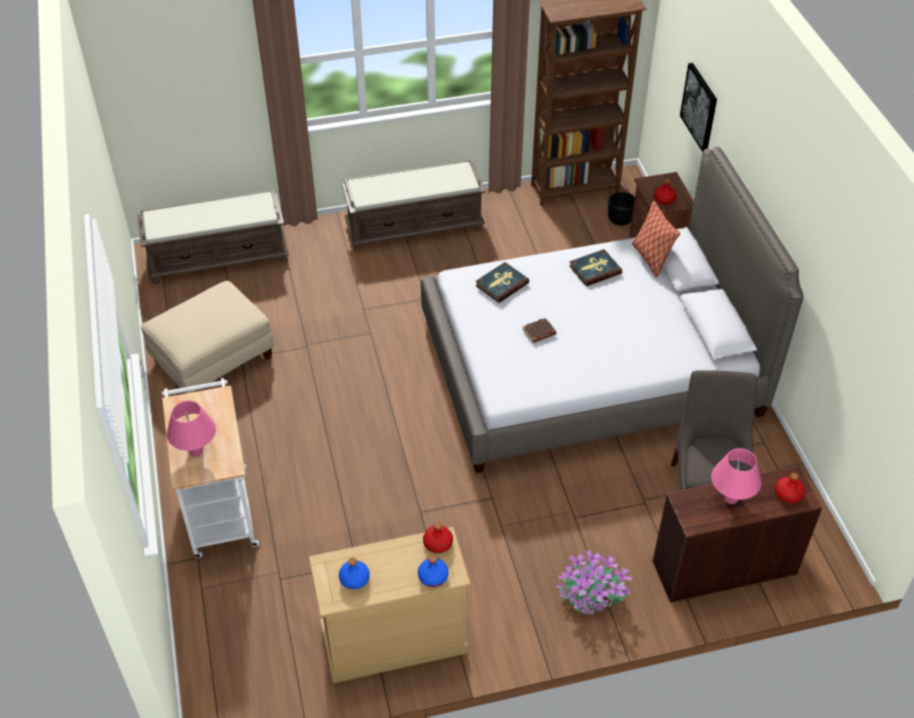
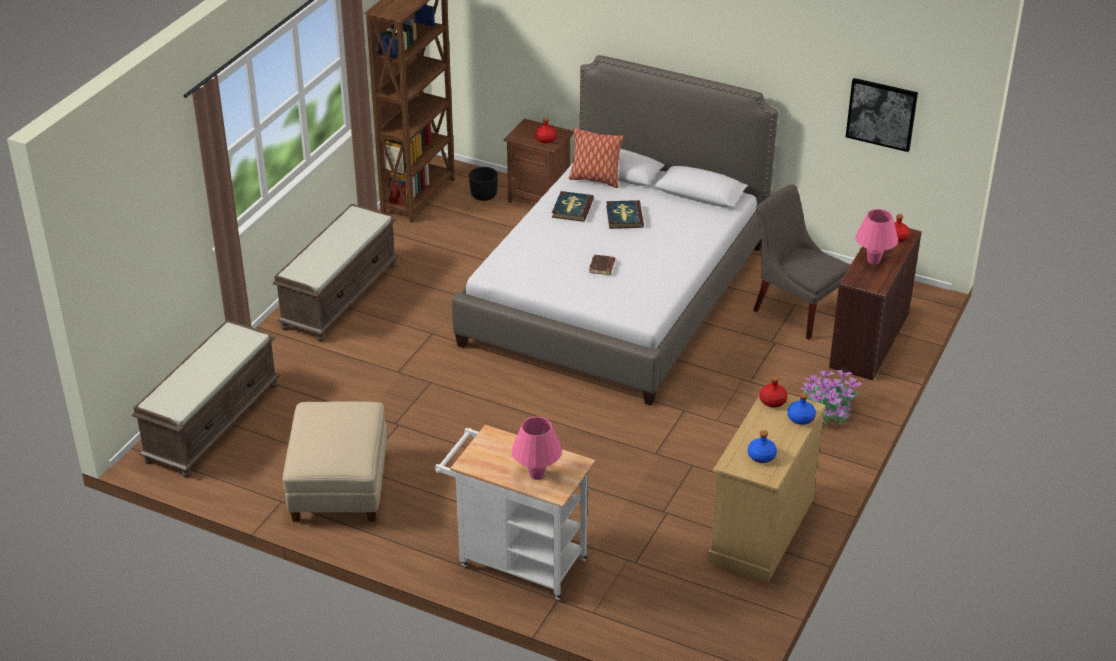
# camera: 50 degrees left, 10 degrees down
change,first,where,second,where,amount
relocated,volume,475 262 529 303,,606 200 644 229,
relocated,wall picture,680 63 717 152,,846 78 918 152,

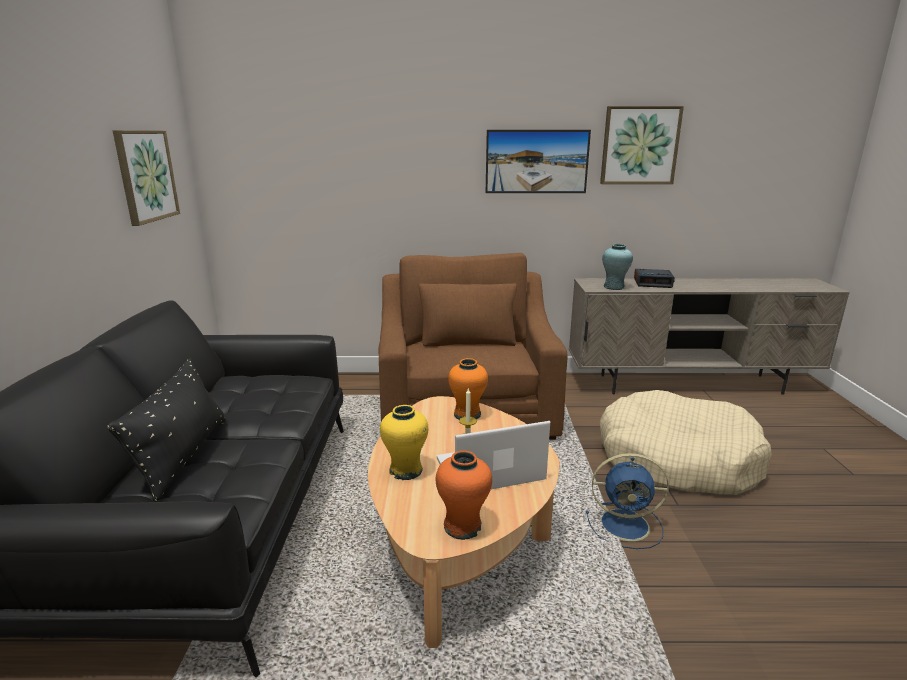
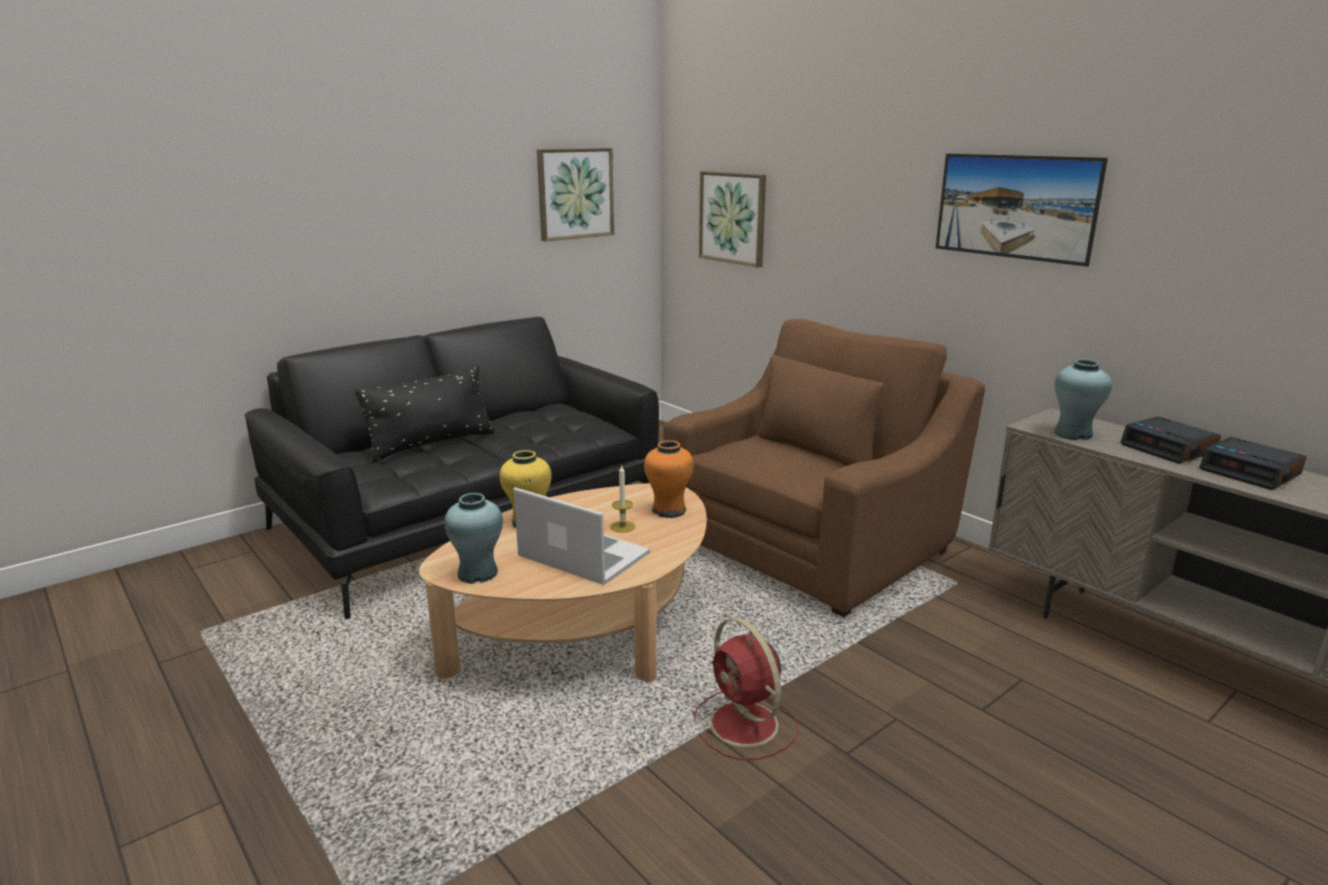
# camera: 50 degrees right, 0 degrees up
change,first,where,second,where,amount
colour,orange-coloured vase,435 451 492 540,blue-green vase,444 493 503 584,
colour,bluish electric fan,586 453 669 549,red electric fan,694 617 799 760,
relocated,wall picture,600 106 684 184,,699 171 766 267,
missing,beige-coloured dog cushion,600 390 772 495,,,
appeared,,,alarm clock,1200 437 1307 490,

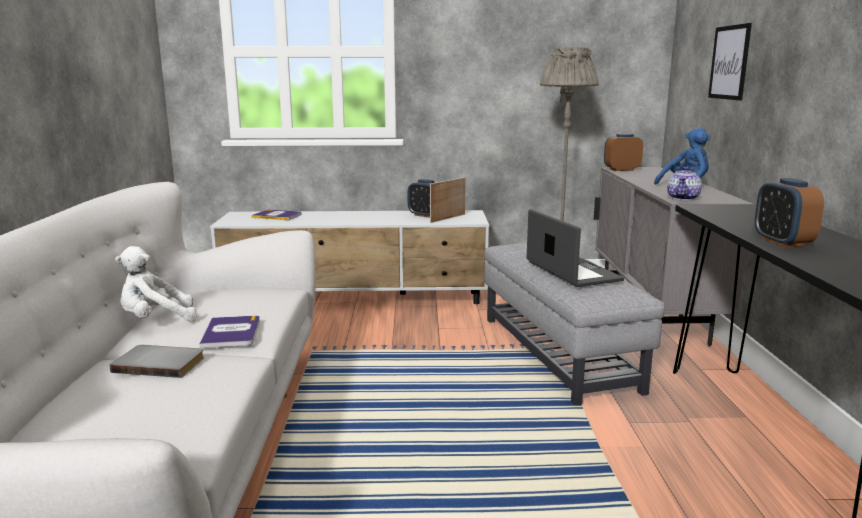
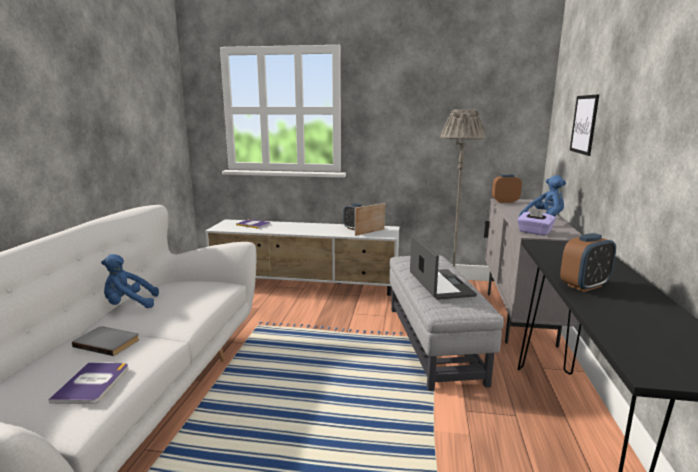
# camera: 10 degrees right, 0 degrees up
change,first,where,second,where,amount
colour,white plush toy,115 246 197 322,bluish plush toy,101 254 159 308,
relocated,volume,199 316 260 348,,48 362 128 404,
exchanged,tea pot,667 167 702 200,purple tissue holder,517 208 556 236,
spun,alarm clock,755 178 824 247,,560 233 616 292,120 degrees counterclockwise

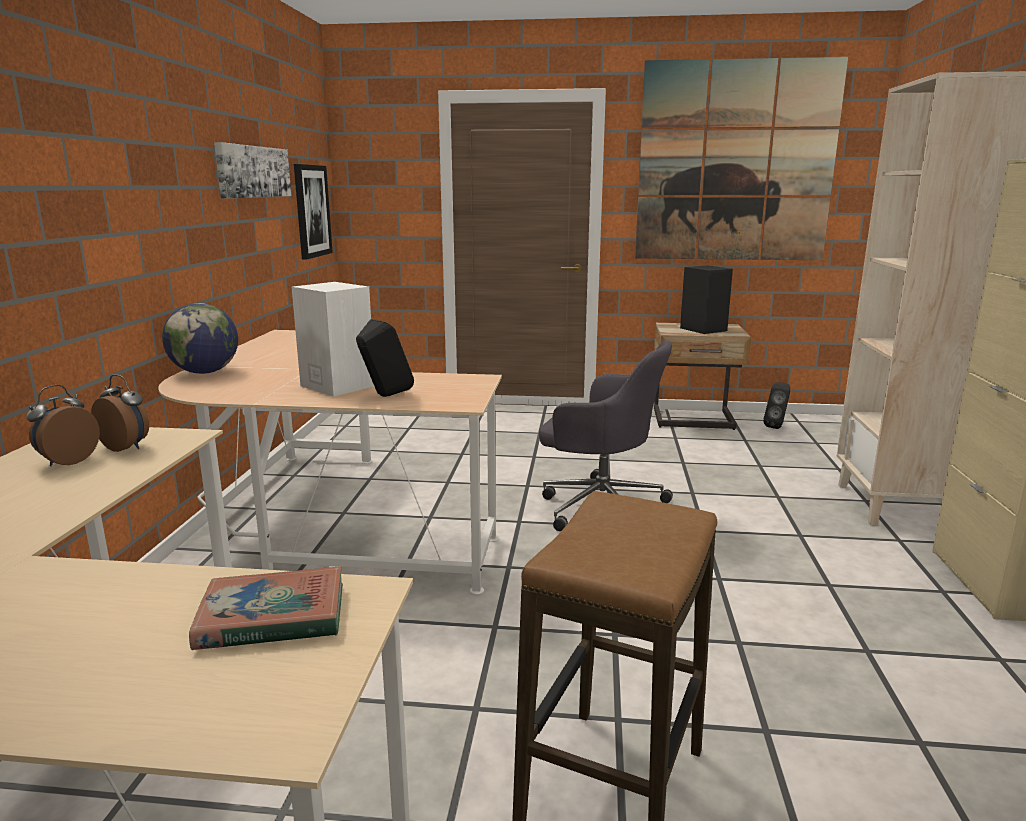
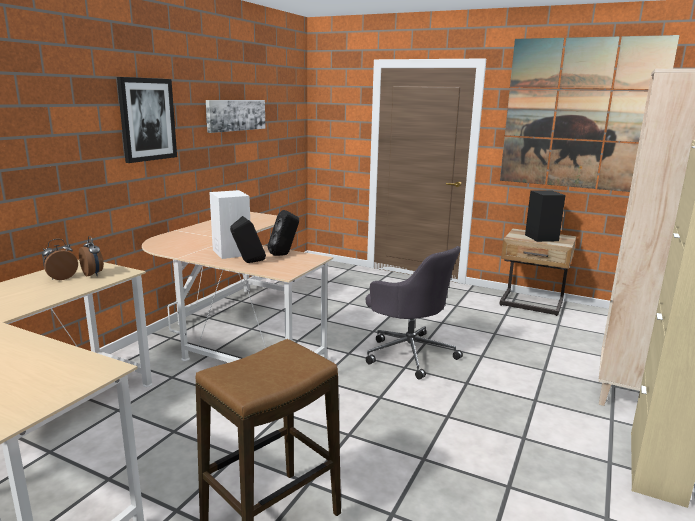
# camera: 20 degrees right, 0 degrees up
change,first,where,second,where,amount
missing,world globe,162 303 238 374,,,
missing,volume,189 566 343 650,,,
relocated,wall picture,294 164 333 260,,117 77 177 163,
relocated,black audio speaker,763 382 790 429,,268 210 299 256,

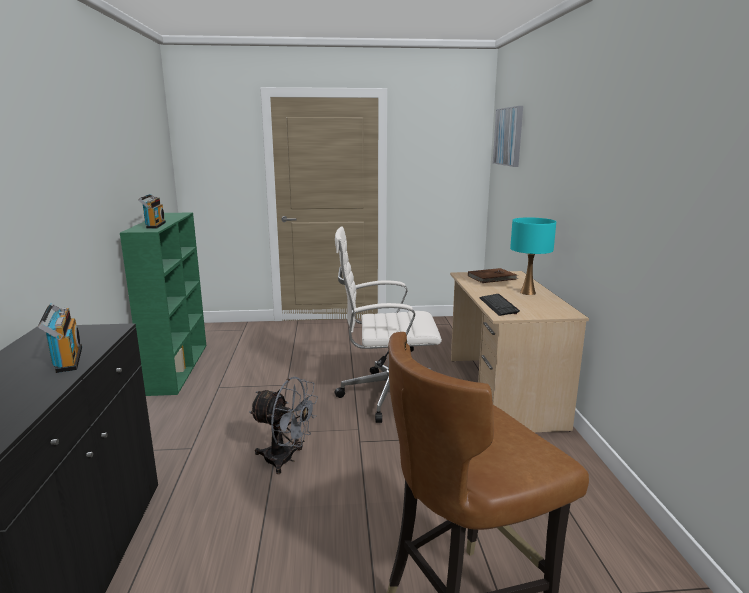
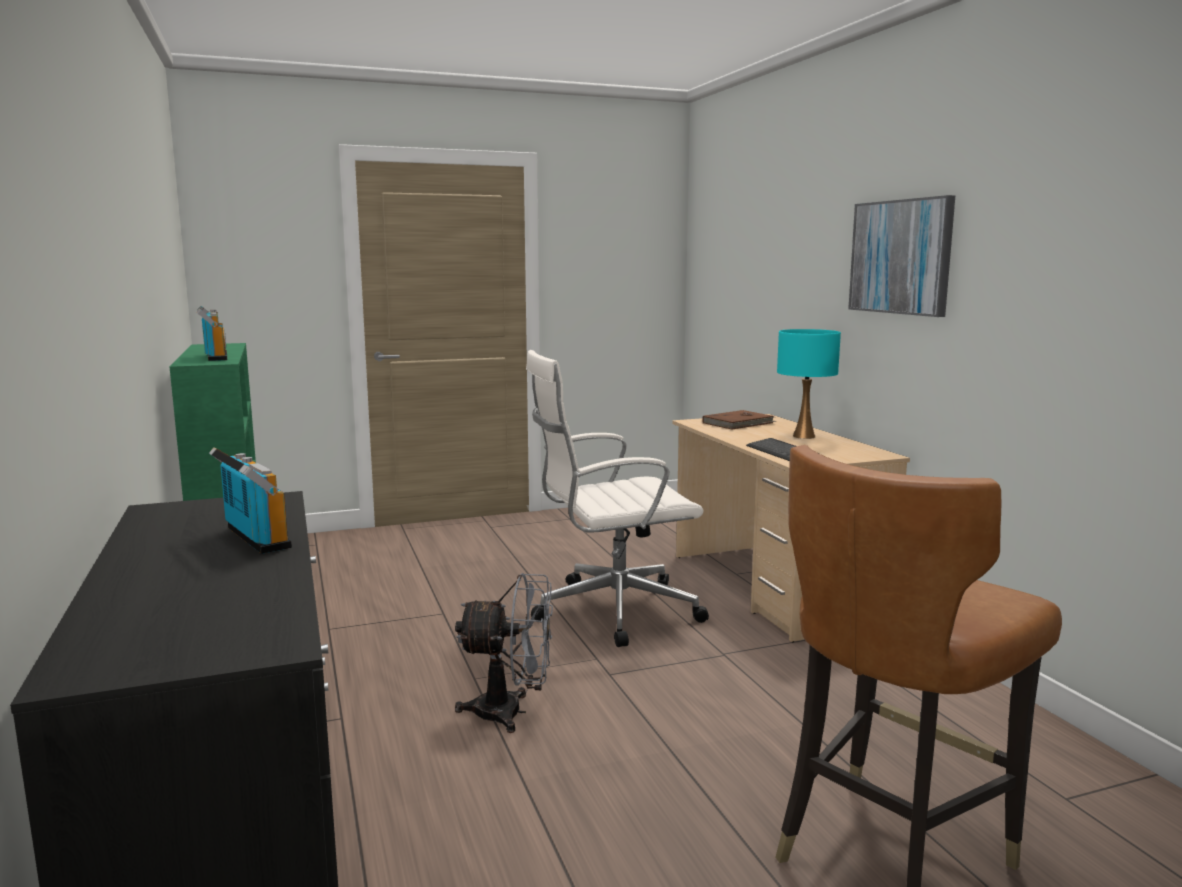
# camera: 15 degrees left, 5 degrees down
change,first,where,second,where,amount
relocated,wall picture,493 106 523 167,,848 195 955 317,

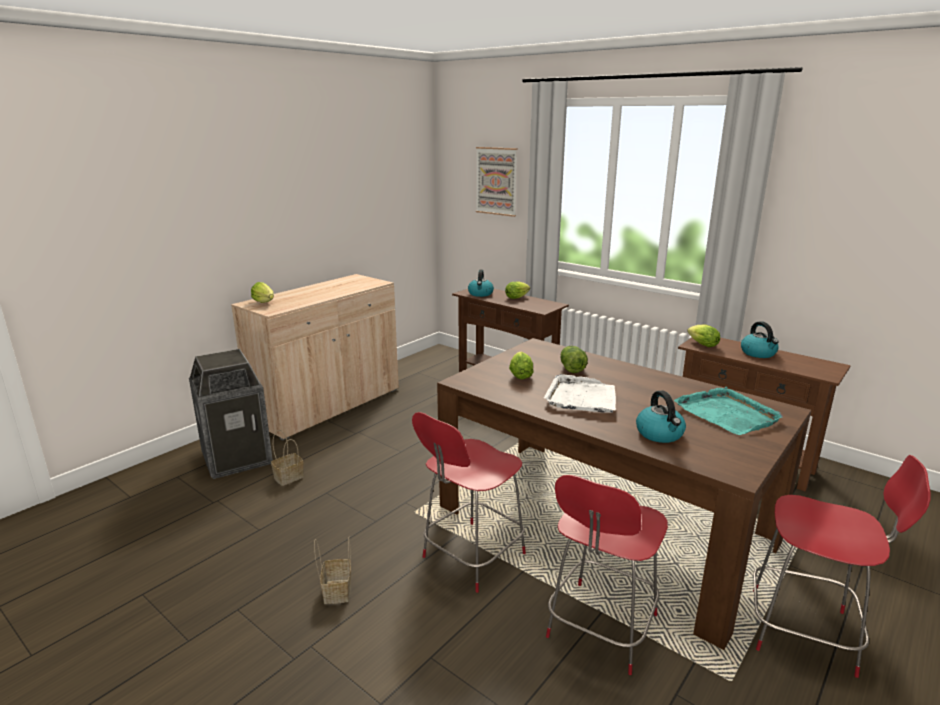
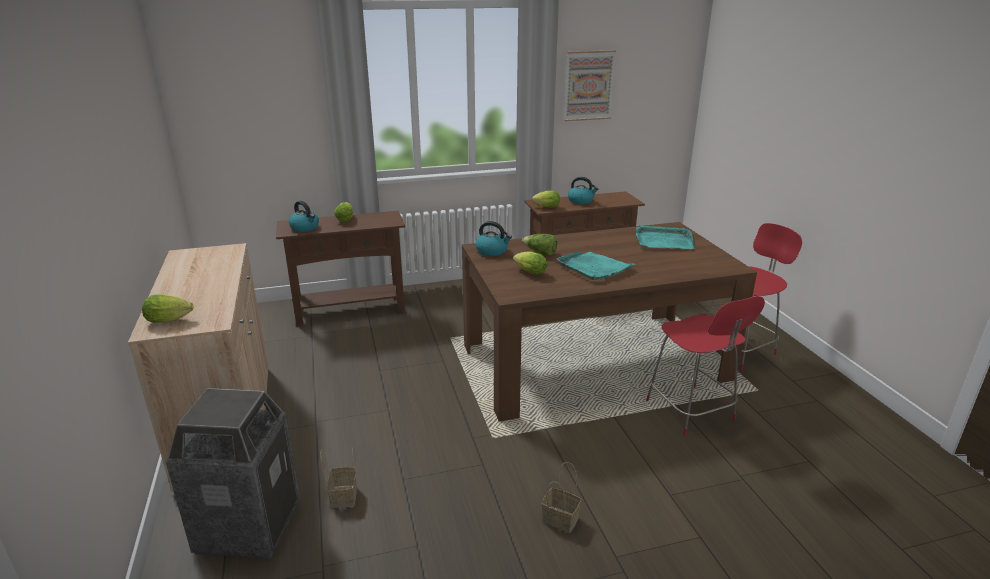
# camera: 55 degrees left, 5 degrees up
change,first,where,second,where,amount
missing,red upright chair,412 412 526 593,,,
relocated,wall picture,476 147 518 217,,564 50 616 121,
colour,white tray,544 374 616 413,blue-green tray,557 252 635 280,
relocated,water kettle,636 391 686 443,,475 221 512 256,

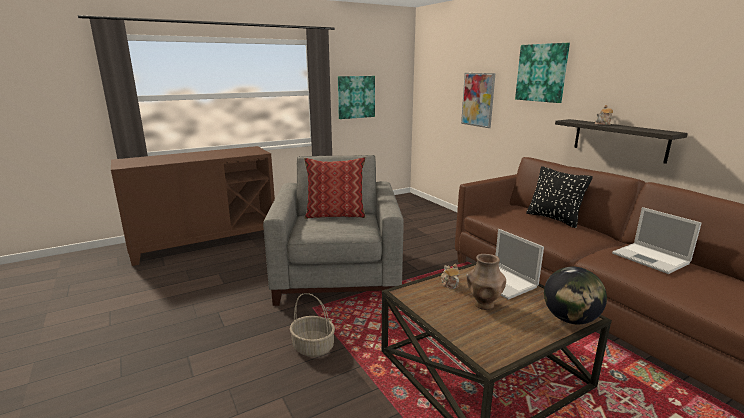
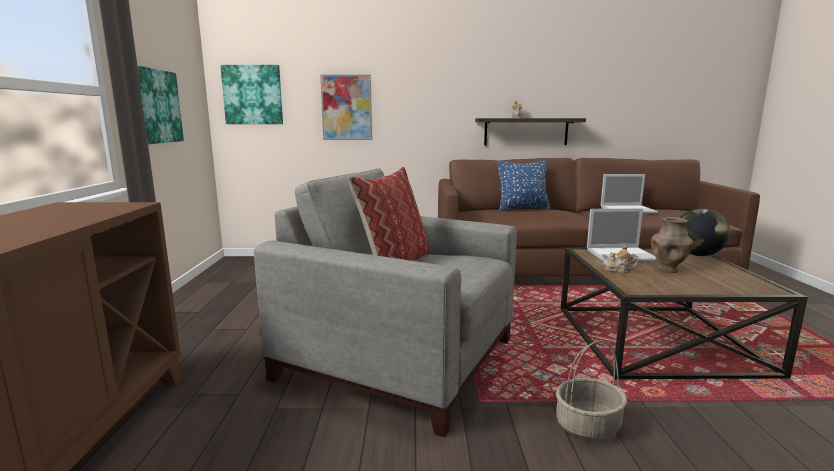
# camera: 60 degrees left, 5 degrees down
change,first,where,second,where,amount
relocated,wall picture,515 43 570 103,,220 65 283 124,
colour,black cushion,526 166 593 228,bluish cushion,497 161 551 211,

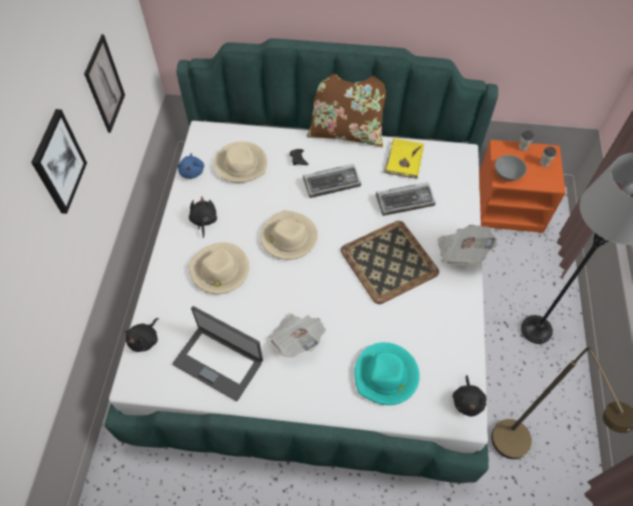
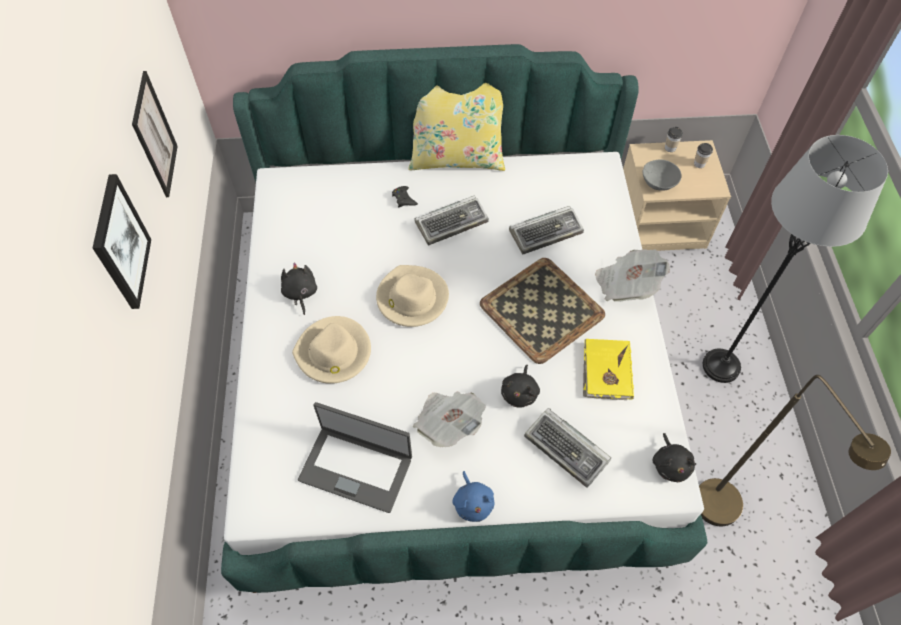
# camera: 10 degrees left, 0 degrees up
change,first,where,second,where,amount
relocated,black plush toy,124 318 159 352,,501 365 540 408,
relocated,bluish plush toy,177 153 204 179,,453 471 494 522,
missing,beige-coloured clothing hat,214 141 267 183,,,
colour,brownish cushion,307 73 386 147,yellowish cushion,408 83 505 171,
exchanged,blue-green clothing hat,355 342 420 405,keyboard,524 408 611 488,
relocated,yellowish volume,384 138 424 179,,583 339 634 400,
colour,orange-coloured nightstand,479 140 566 233,beige-coloured nightstand,623 140 731 251,

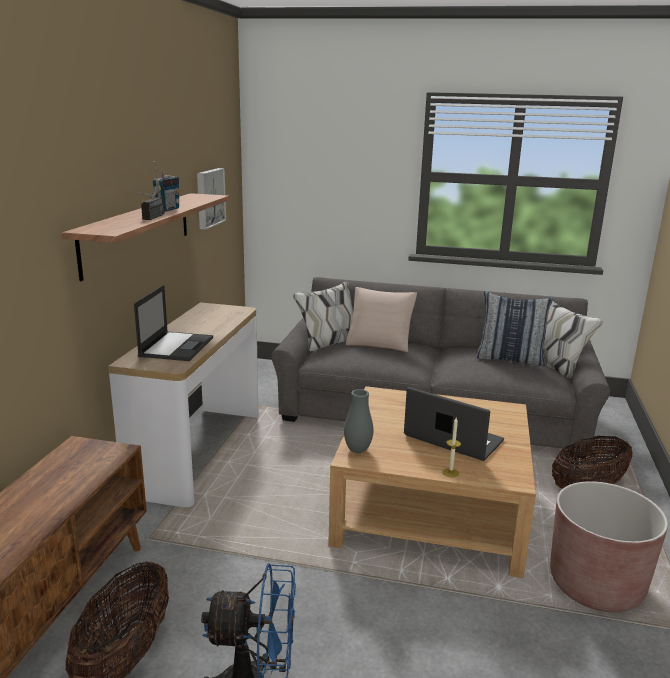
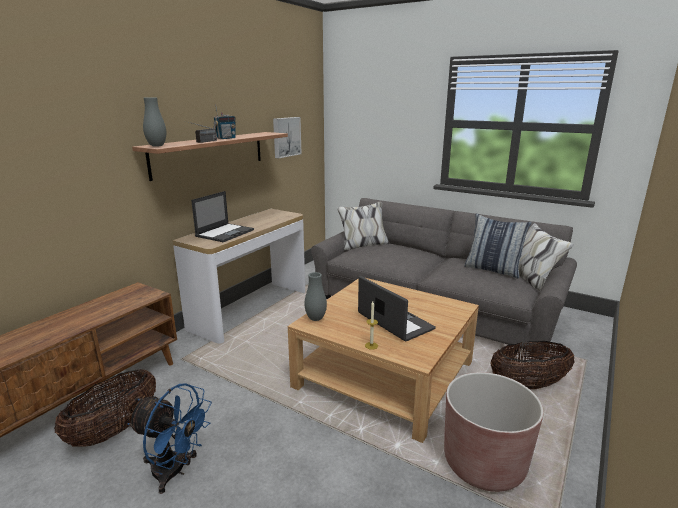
# camera: 20 degrees right, 0 degrees up
change,first,where,second,where,amount
missing,beige-coloured cushion,346 287 417 352,,,
appeared,,,grey vase,143 97 166 147,

